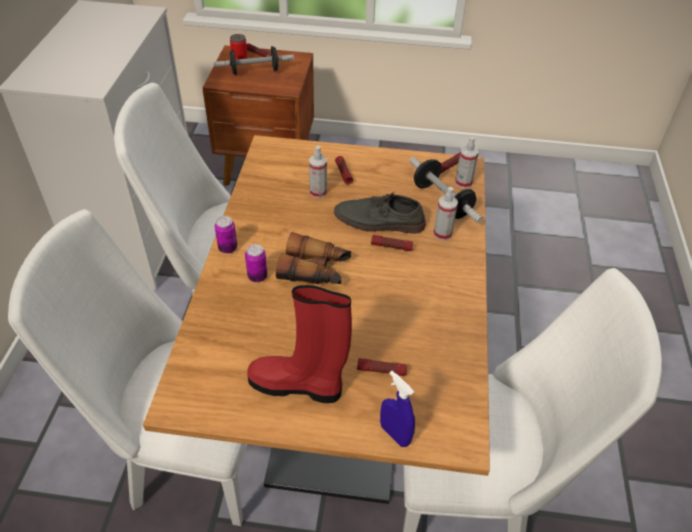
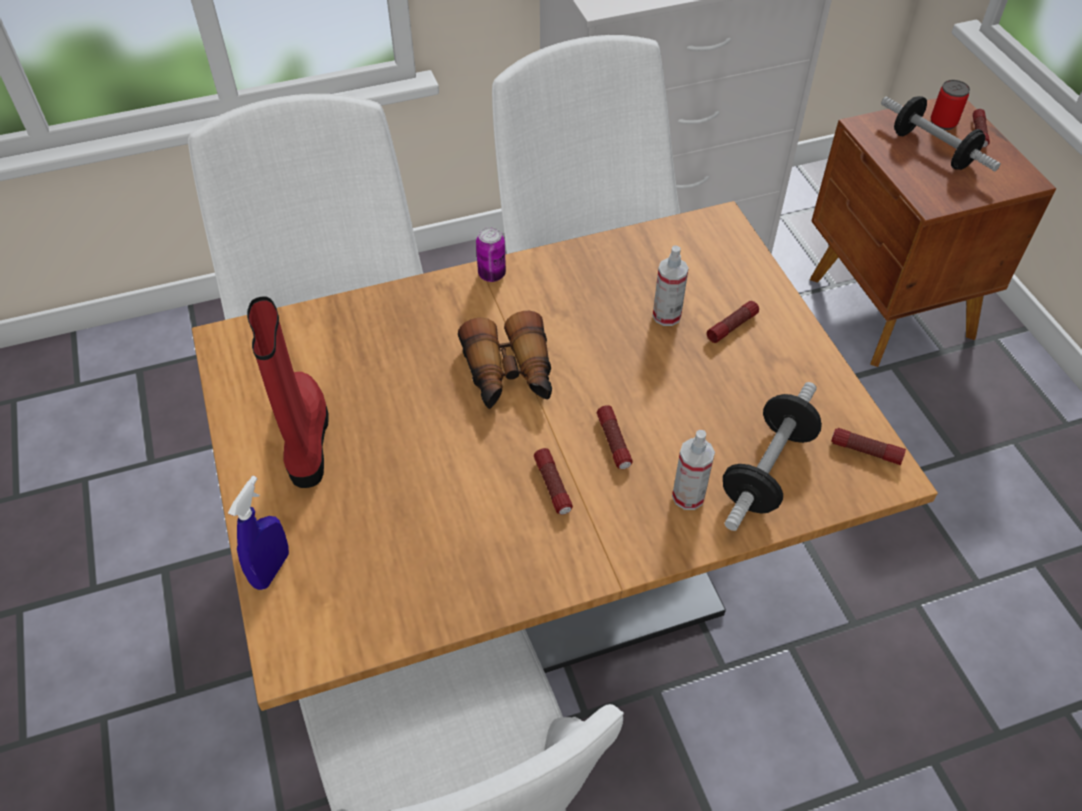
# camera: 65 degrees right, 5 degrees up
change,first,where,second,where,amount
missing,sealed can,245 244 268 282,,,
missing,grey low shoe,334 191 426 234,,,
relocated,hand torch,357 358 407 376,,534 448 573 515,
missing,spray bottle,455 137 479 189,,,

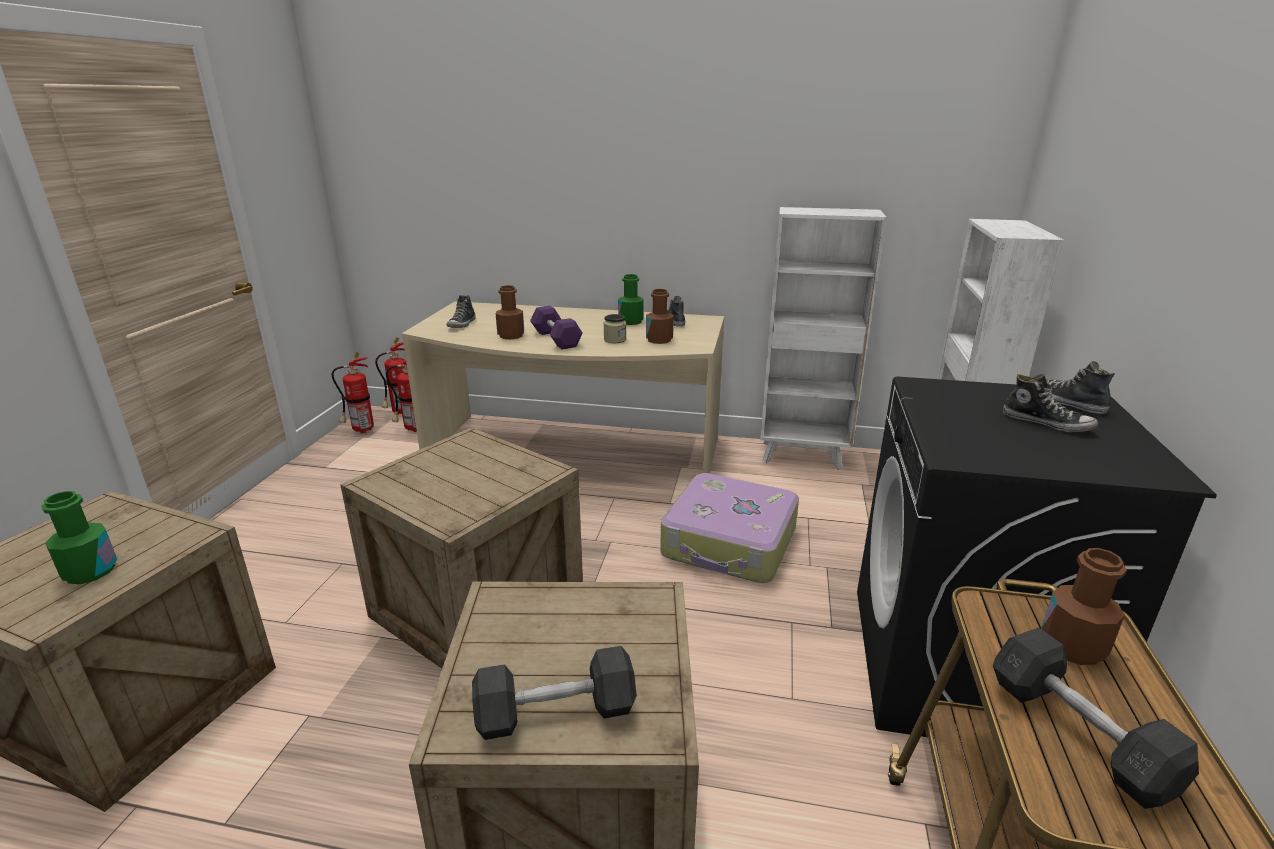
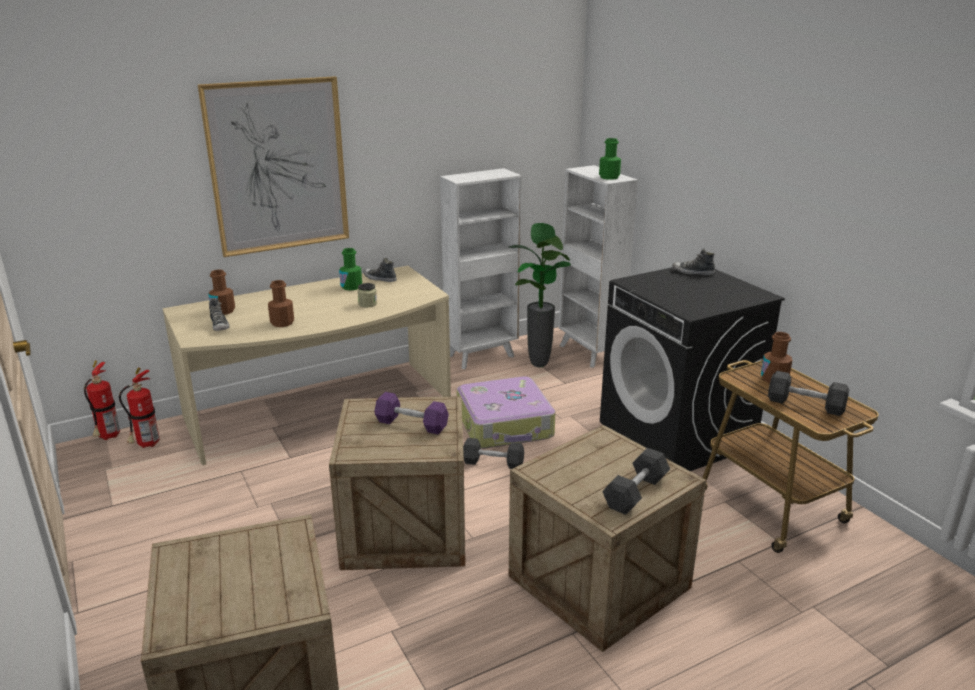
# camera: 40 degrees left, 0 degrees up
change,first,where,second,where,amount
relocated,green-coloured bottle,41 491 118 584,,599 138 621 180,
missing,fire extinguisher,332 352 374 433,,,
relocated,purple hand weight,530 306 583 349,,374 392 449 434,
relocated,brownish bottle,646 289 673 344,,208 270 235 315,
missing,low shoe,1003 374 1098 432,,,
appeared,,,wall picture,198 76 349 257,
appeared,,,grey hand weight,463 438 524 469,
appeared,,,plant in a pot,509 223 571 367,

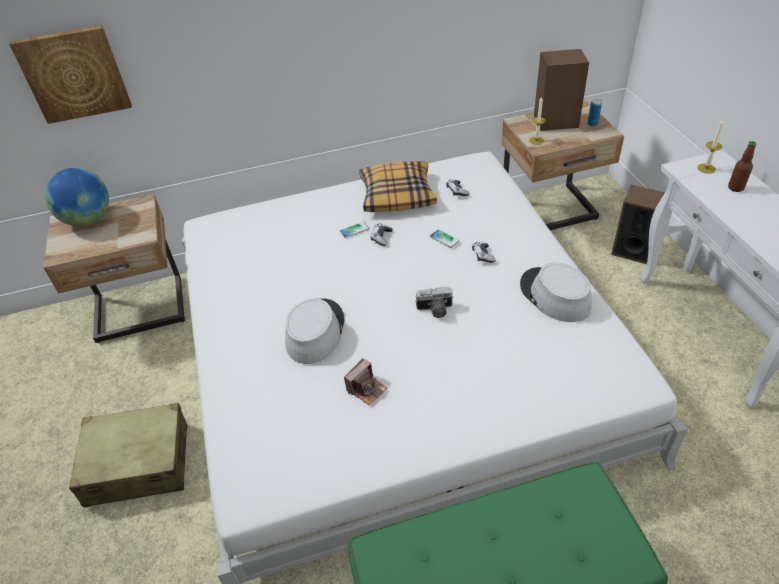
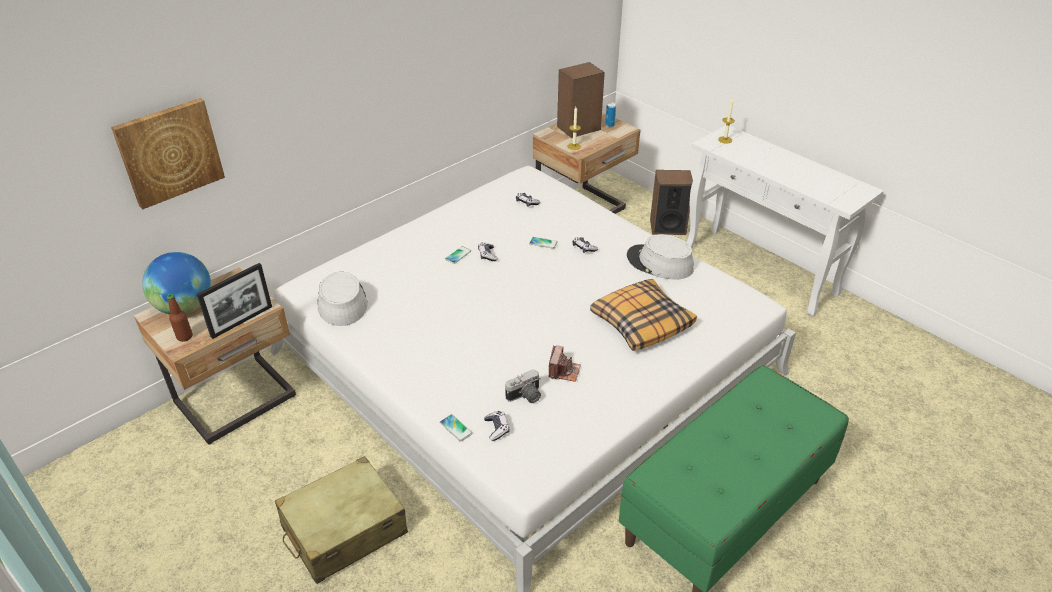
# camera: 30 degrees left, 5 degrees down
change,first,where,second,where,amount
relocated,grey clothing hat,285 298 345 364,,317 272 368 326,
relocated,cushion,359 161 437 212,,590 279 697 351,
relocated,still camera,415 286 454 318,,505 369 541 403,
relocated,bottle,728 141 757 192,,166 294 193 342,
appeared,,,picture frame,197 263 272 339,
appeared,,,telephone,440 414 473 442,
appeared,,,gamepad,484 411 510 441,

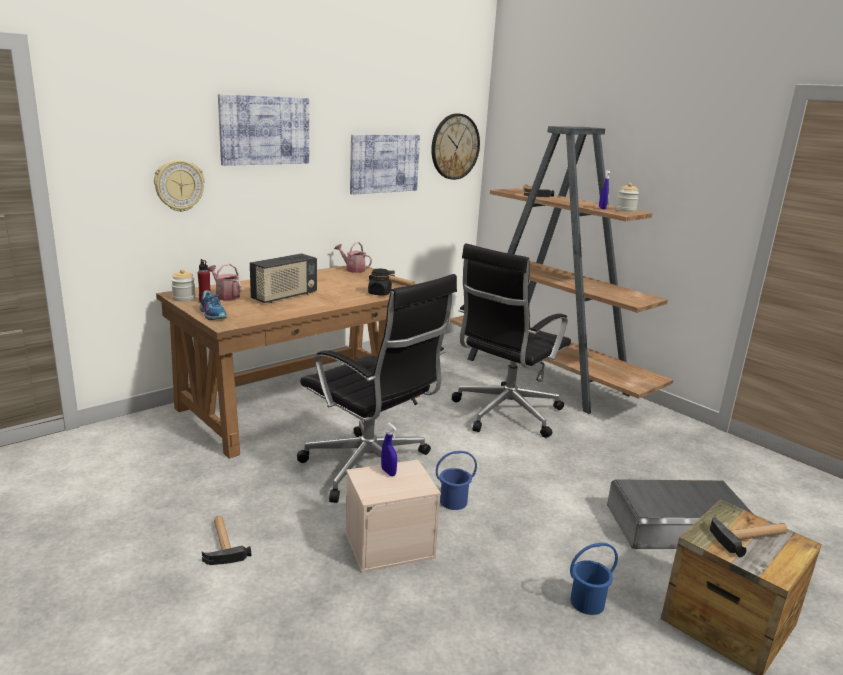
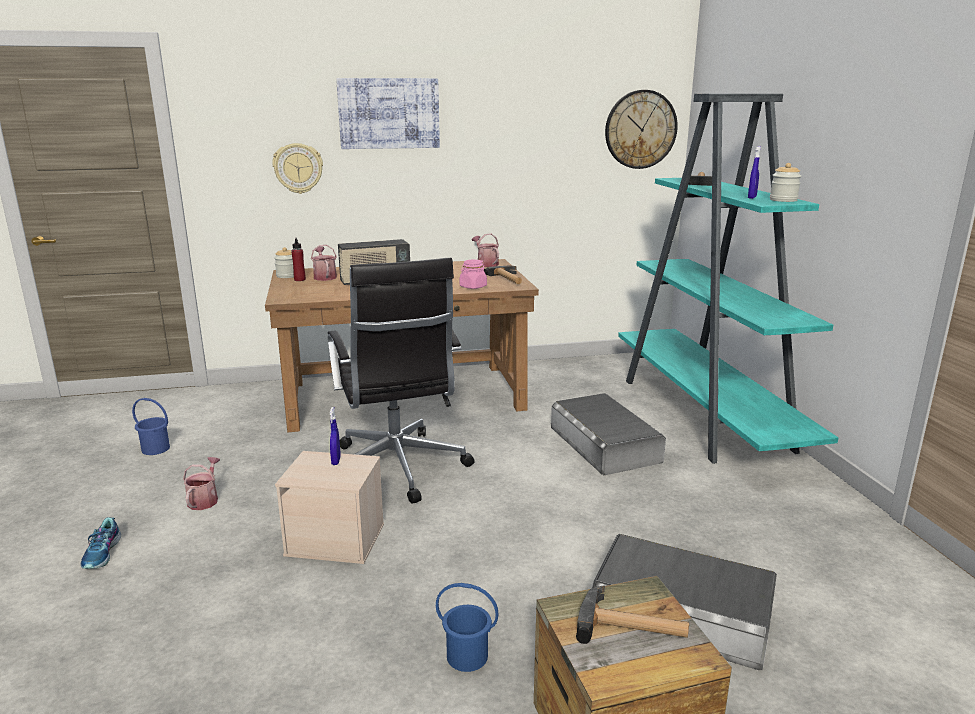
# camera: 30 degrees right, 0 degrees up
change,first,where,second,where,amount
relocated,low shoe,200 290 227 320,,81 517 121 569,
exchanged,hand hammer,202 516 251 565,watering can,183 457 220 510,
missing,wall picture,350 134 420 195,,,
colour,black storage jar,368 269 392 296,pinkish storage jar,460 260 487 289,
relocated,bluish pail,436 451 477 510,,132 398 170 455,
colour,brownish bookcase,449 126 673 414,blue-green bookcase,618 94 838 464,
exchanged,black desk chair,452 243 571 438,grey storage container,551 393 666 475,

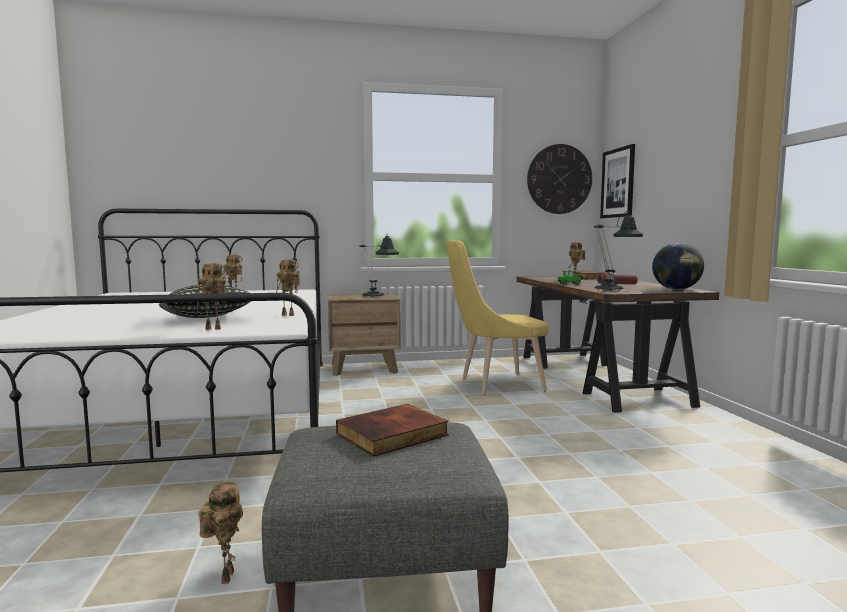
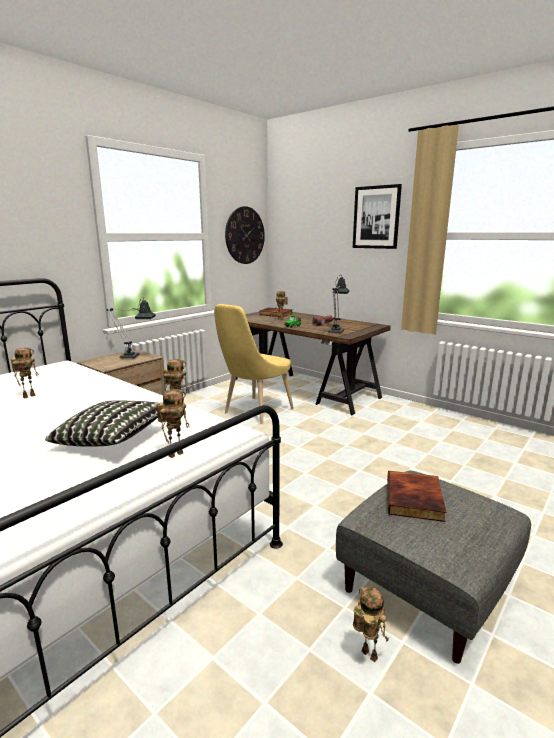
# camera: 40 degrees left, 10 degrees up
change,first,where,second,where,amount
relocated,wall picture,600 144 635 218,,353 184 402 249,
missing,world globe,652 243 704 290,,,

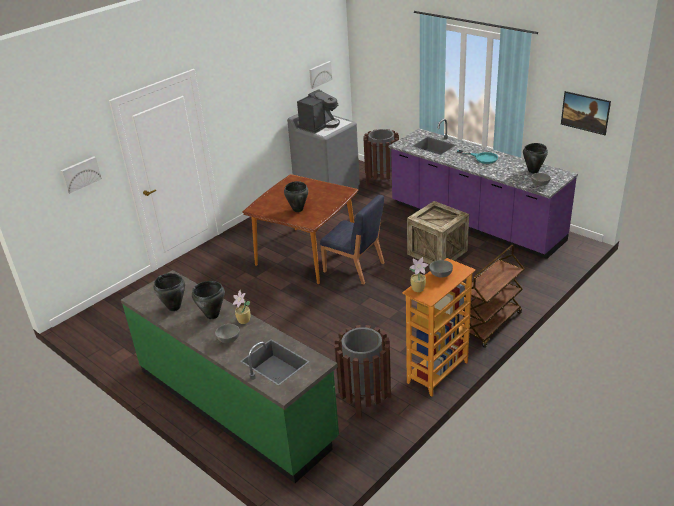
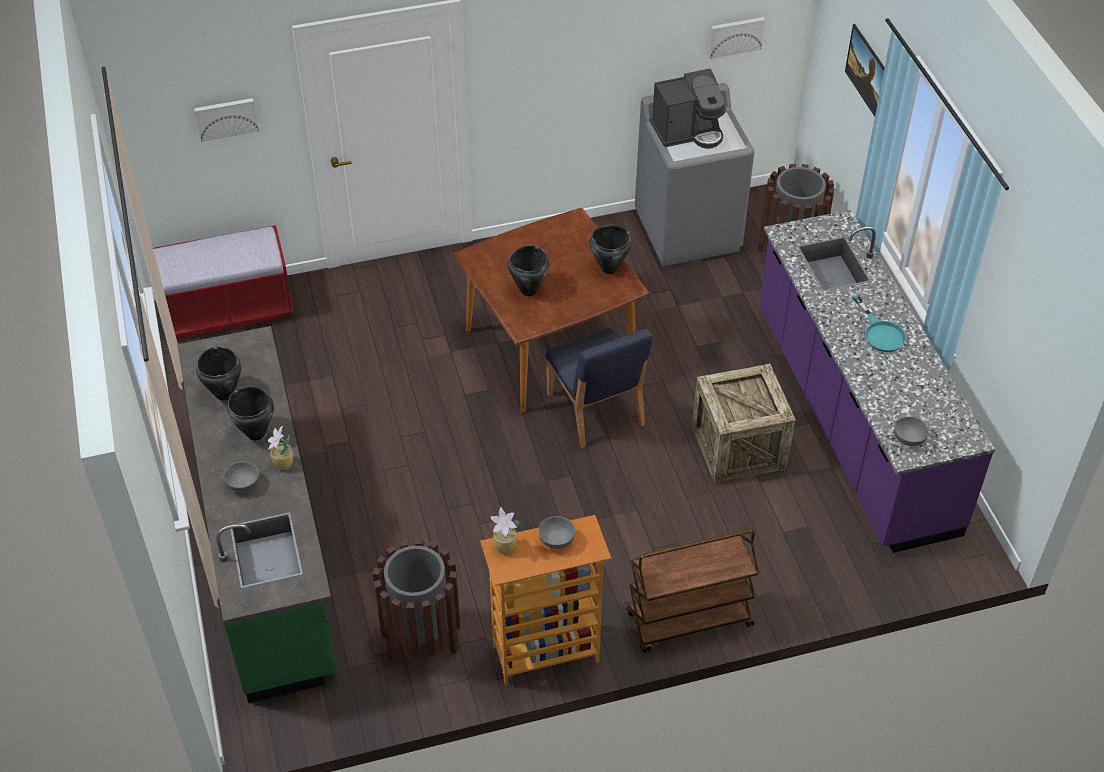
# camera: 30 degrees right, 15 degrees up
change,first,where,second,where,amount
relocated,black cooking pot,523 143 548 173,,590 225 632 274,
relocated,wall picture,561 91 611 135,,845 24 885 117,
appeared,,,red indoor bench,153 225 294 339,

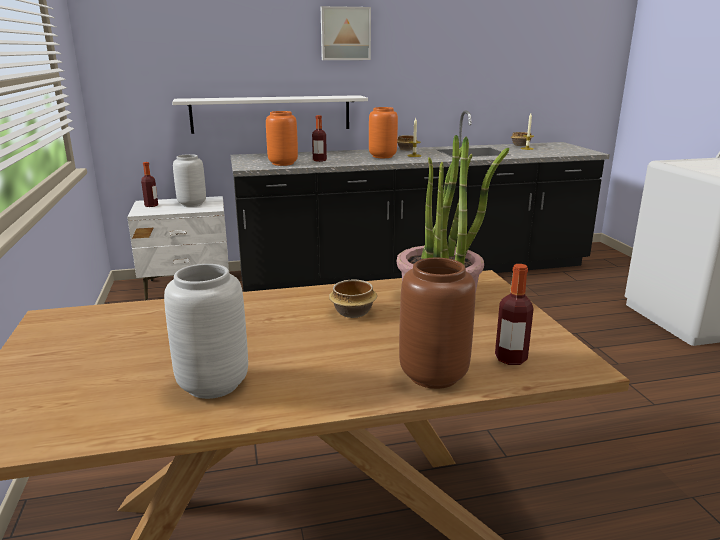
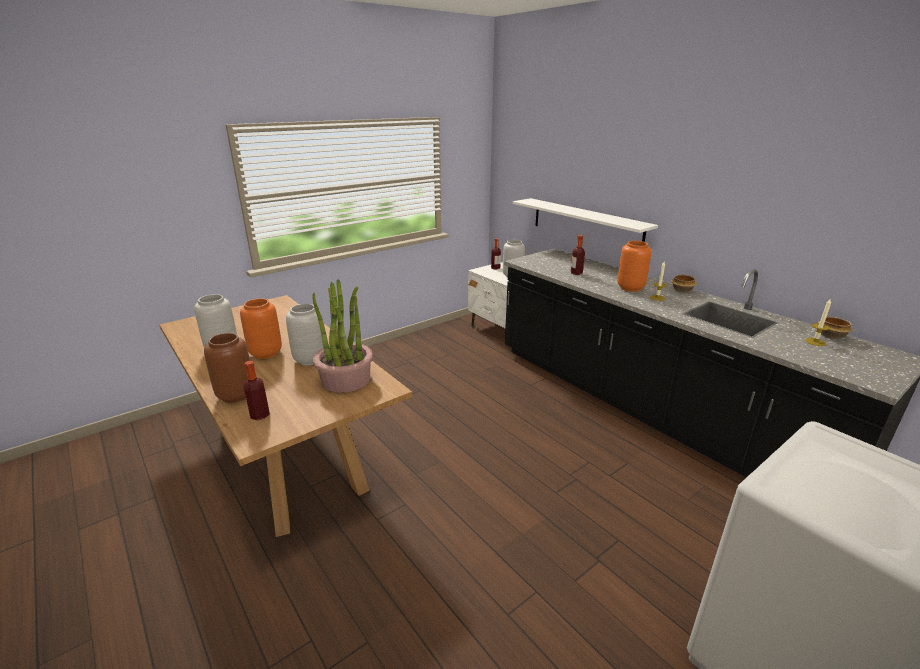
# camera: 65 degrees right, 5 degrees up
change,first,where,second,where,amount
relocated,orange-coloured vase,266 111 298 166,,240 298 282 359,
missing,wall picture,321 6 371 60,,,
exchanged,bowl,329 280 377 318,grey vase,286 304 323 365,

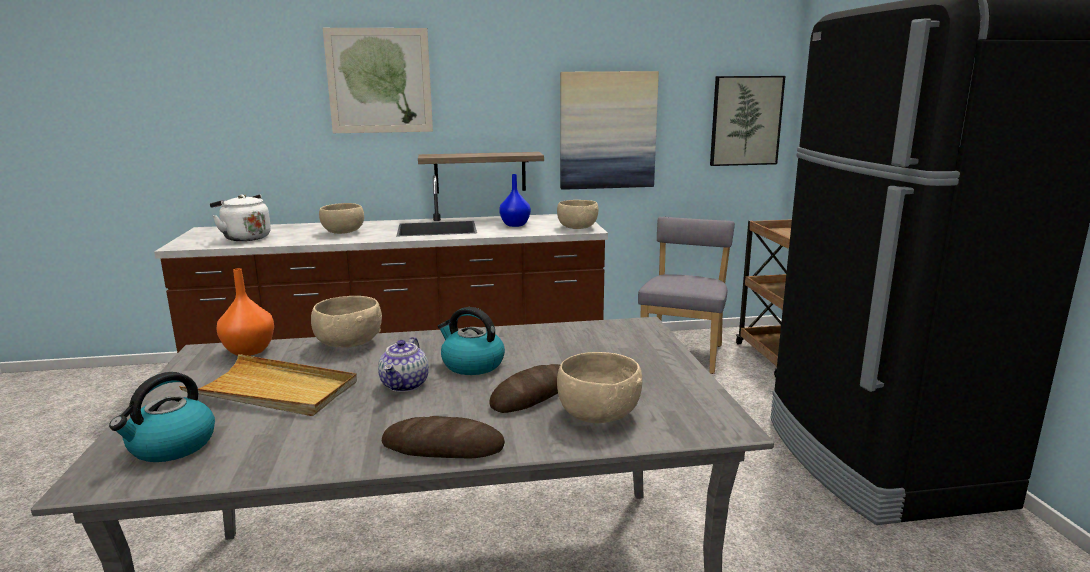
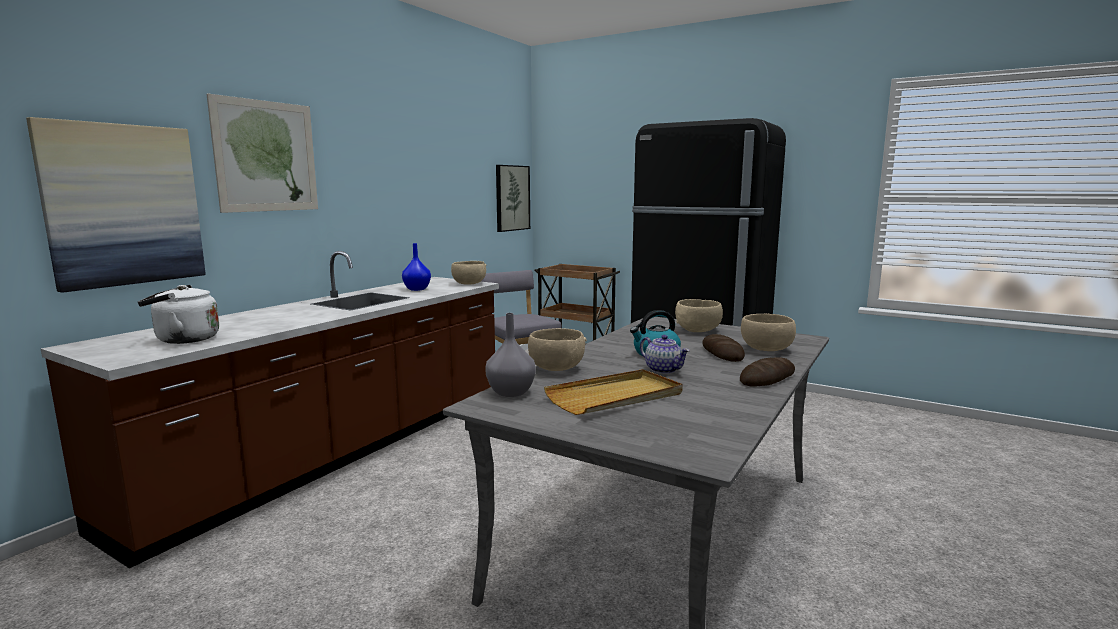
# camera: 50 degrees left, 5 degrees down
change,first,where,second,where,amount
missing,water kettle,109 372 215 462,,,
colour,orange-coloured vase,216 268 274 356,grey vase,485 313 536 397,
relocated,beige-coloured bowl,319 203 364 234,,675 299 723 332,
missing,shelf,418 152 544 193,,,
relocated,wall picture,560 71 659 190,,26 117 206 293,

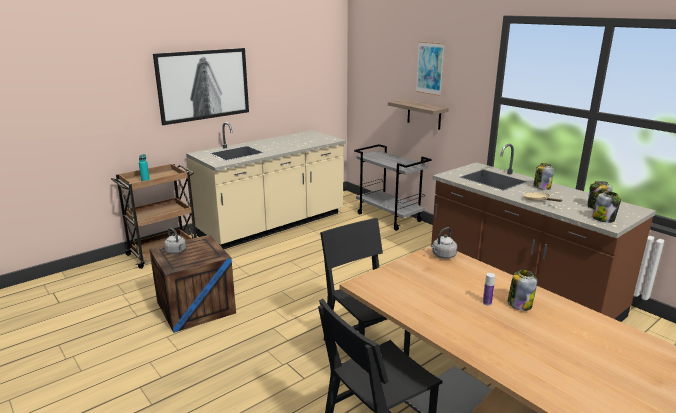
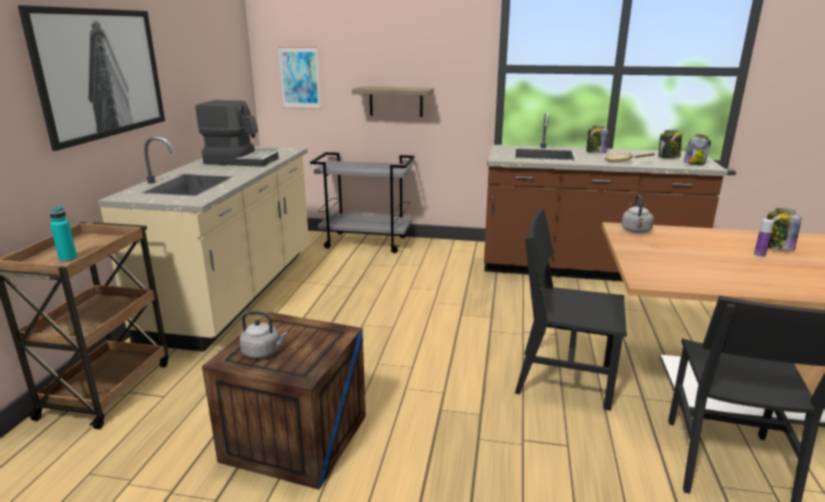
# camera: 40 degrees left, 0 degrees up
change,first,where,second,where,amount
relocated,wall picture,416 41 445 96,,278 47 320 109,
appeared,,,coffee machine,195 100 279 167,

